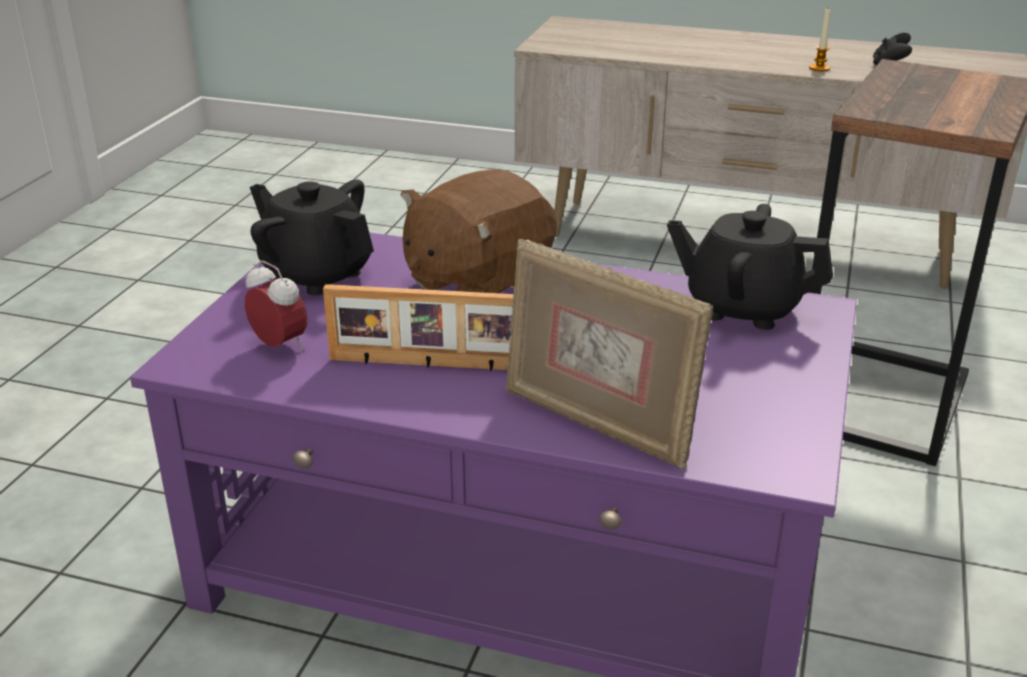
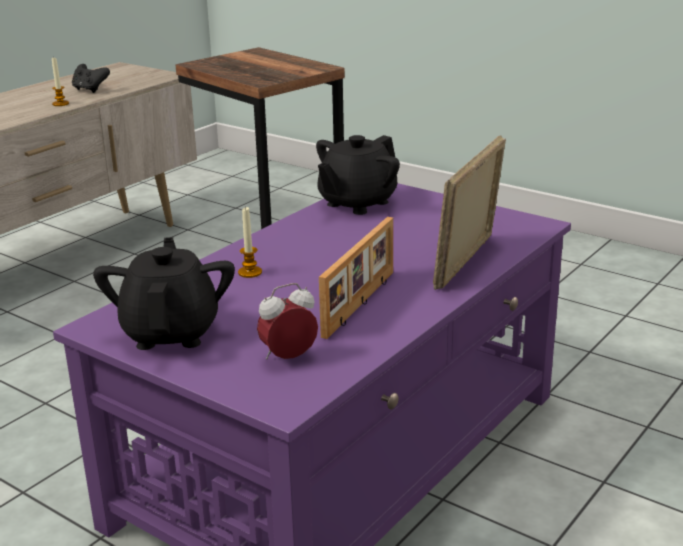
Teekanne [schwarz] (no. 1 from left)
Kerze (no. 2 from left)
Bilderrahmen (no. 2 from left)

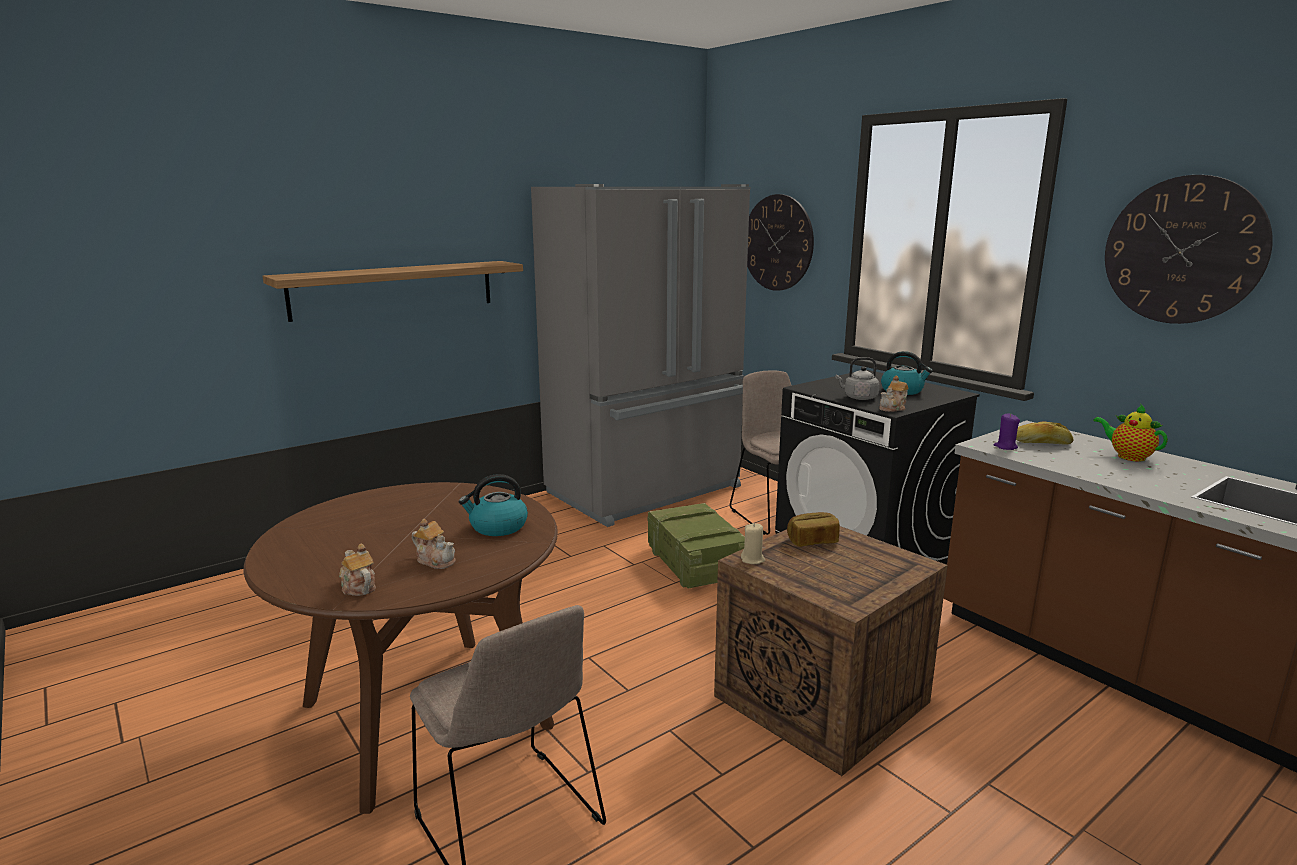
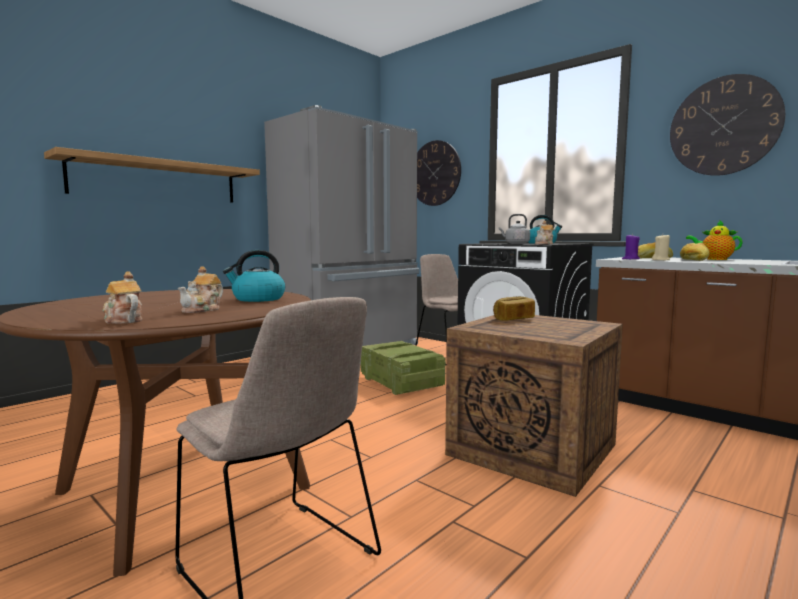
Teekanne (no. 2 from left)
Kerze [beige]
Brot (no. 3 from left)

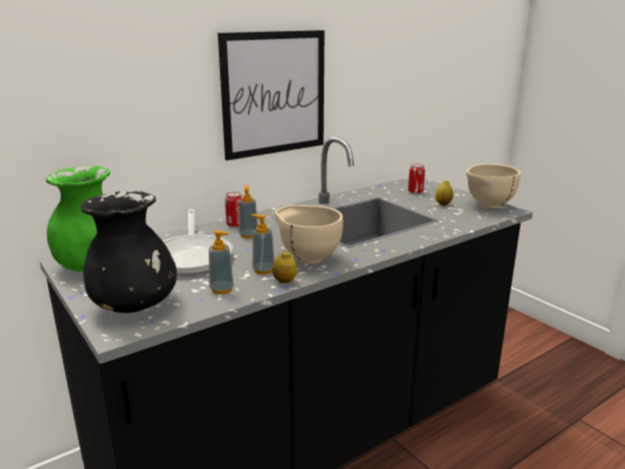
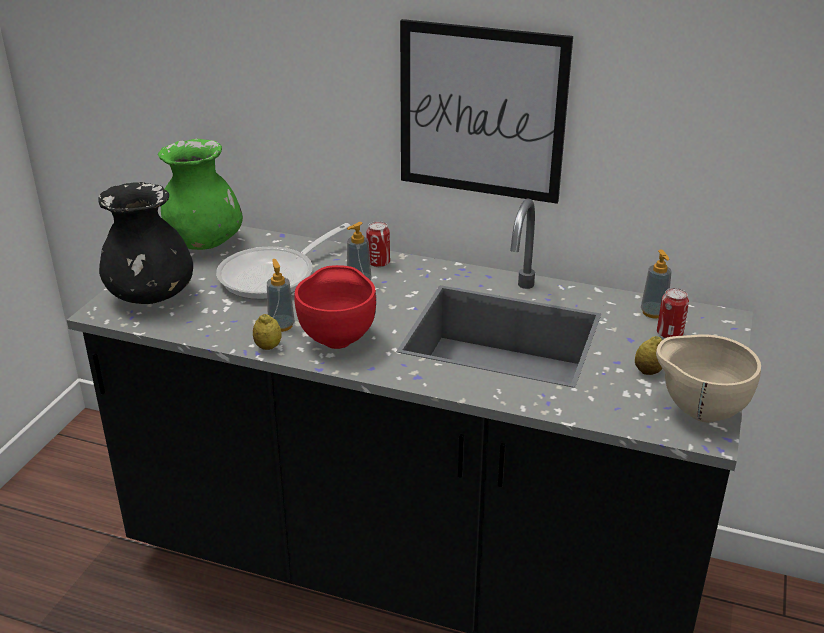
Seifenspender (no. 3 from left)
Schüssel [rot]

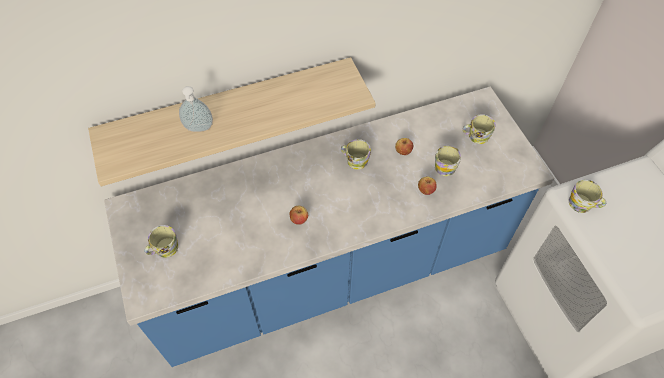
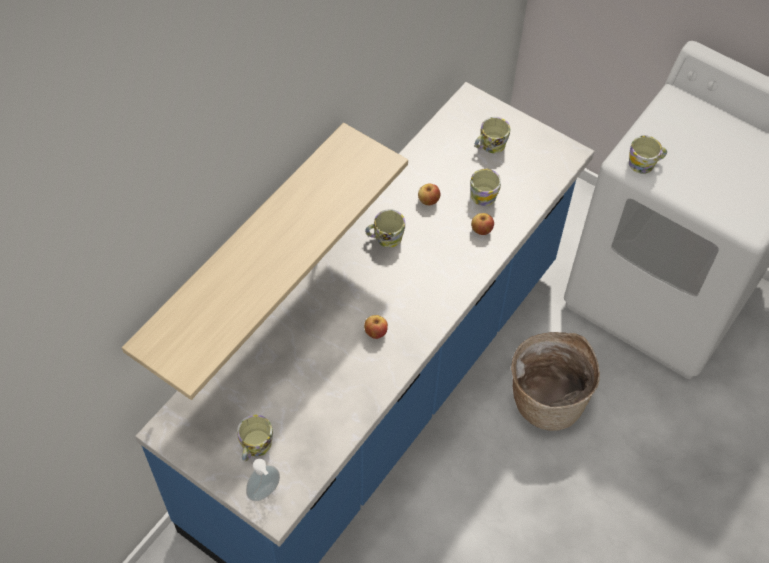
Seifenspender
Korb

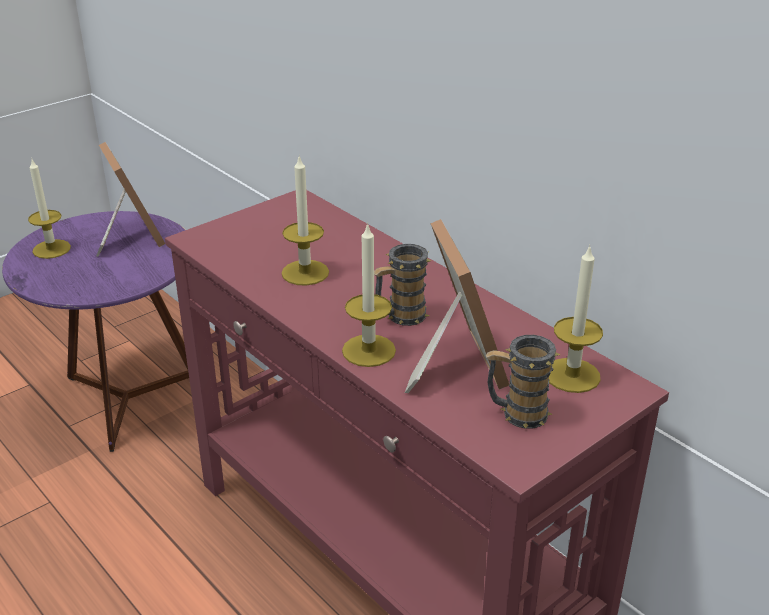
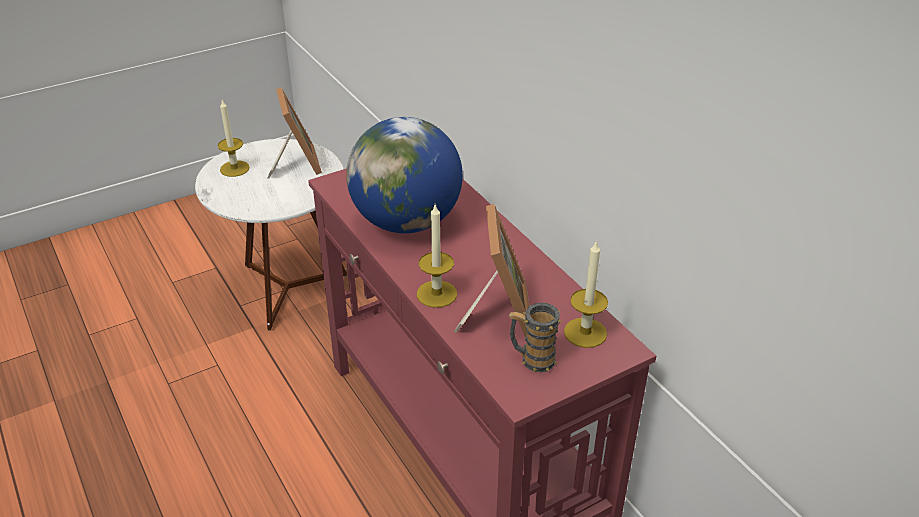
Beistelltisch [weiß]
Globus
Henkelbecher (no. 1 from left in the first image)

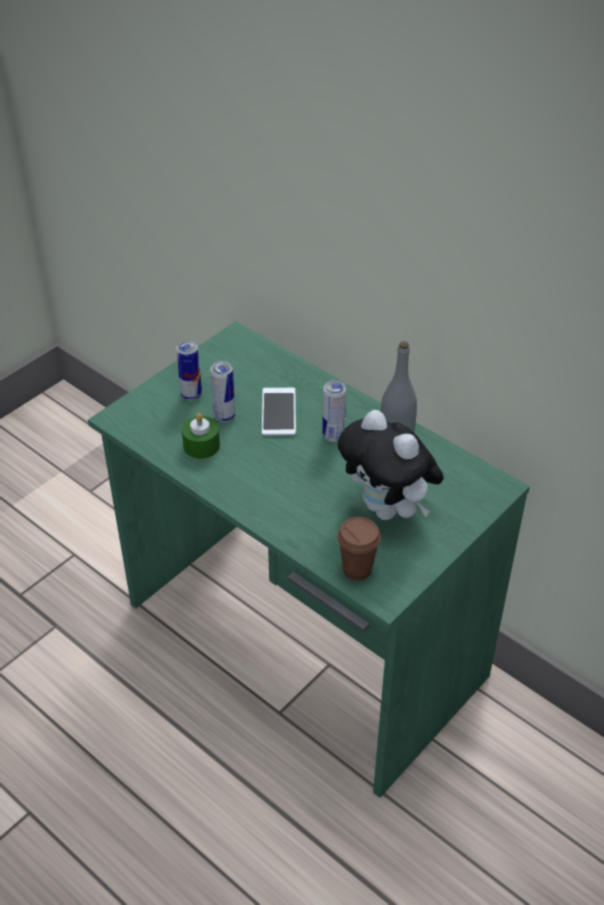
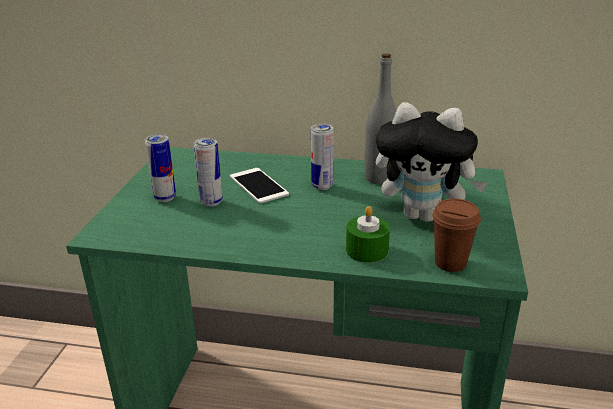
Kerze [grün]

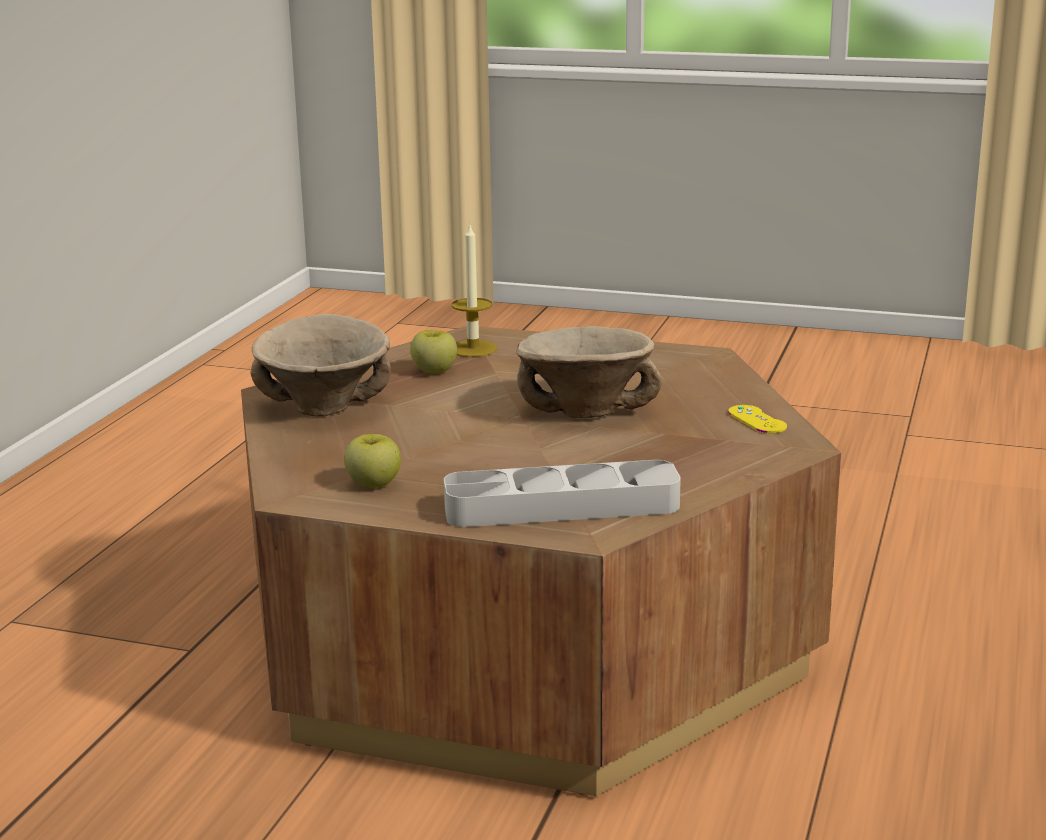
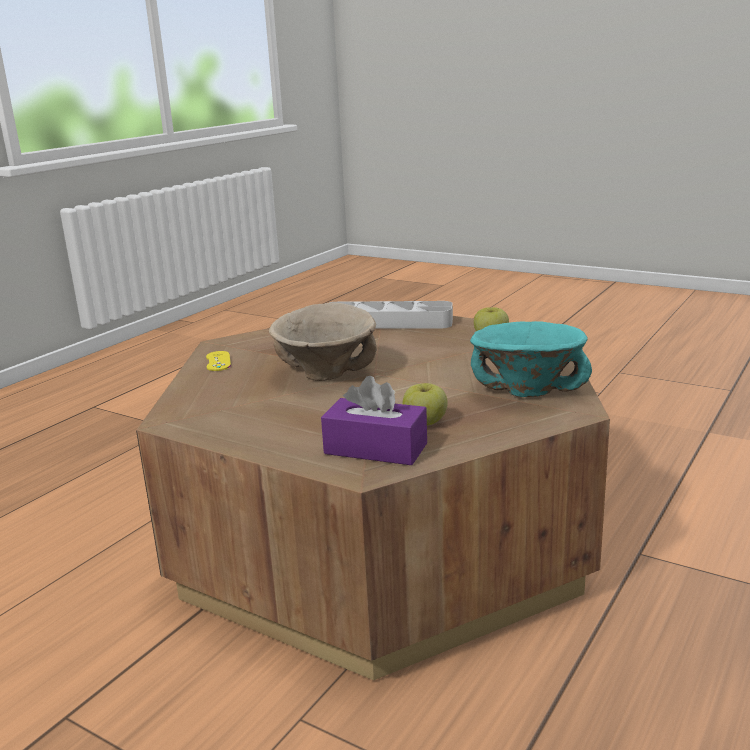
Schüssel [türkis]
Taschentuchbox [lila]

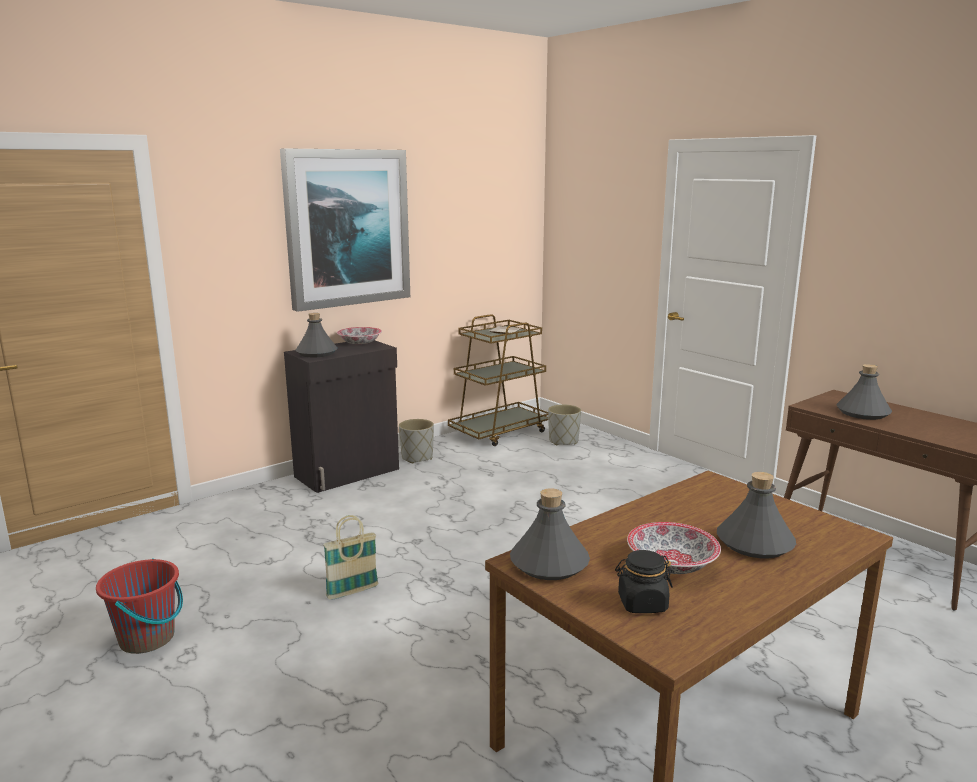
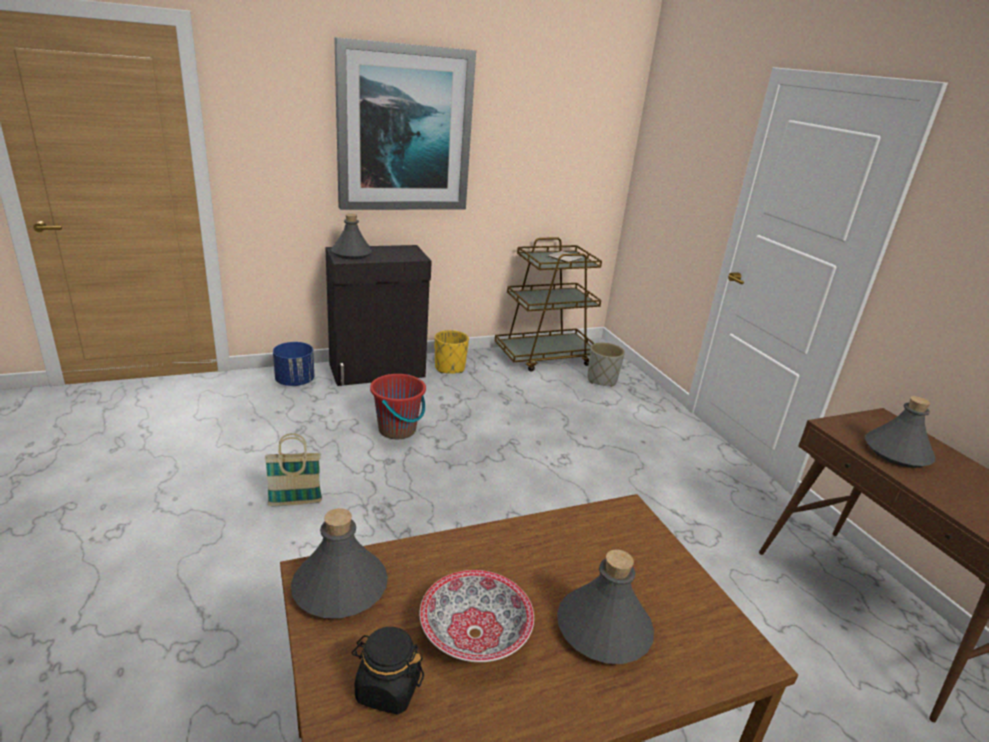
Eimer [rot]
Schüssel (no. 1 from left in the first image)
Pflanzkübel [gelb]
Pflanzkübel [blau]

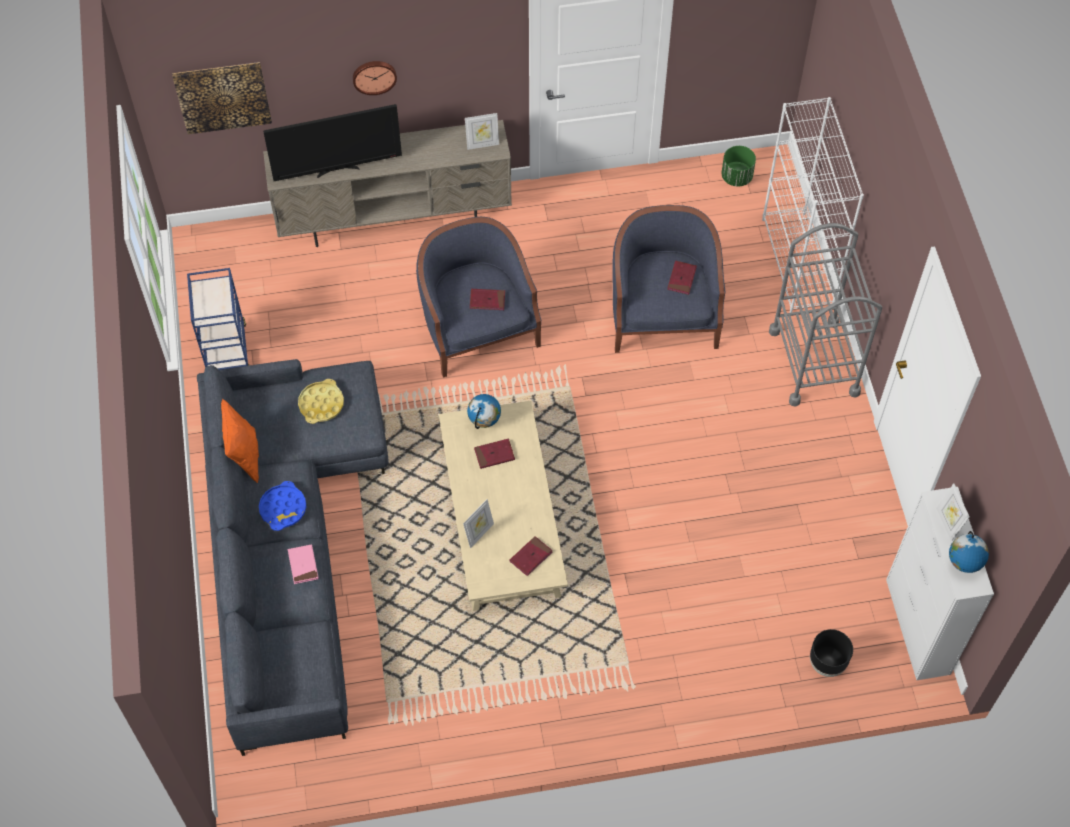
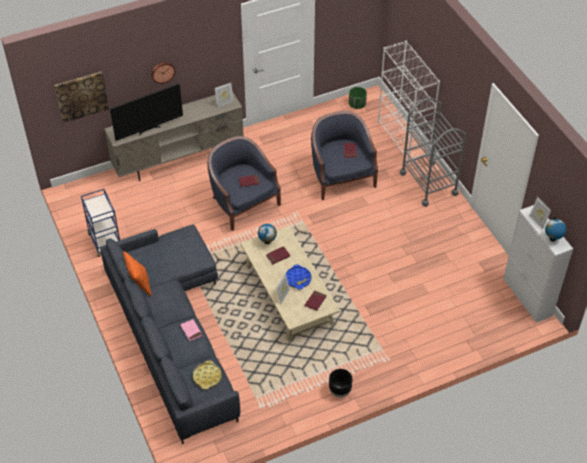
Tablett [blau]
Tablett [gelb]
Pflanzkübel [schwarz]

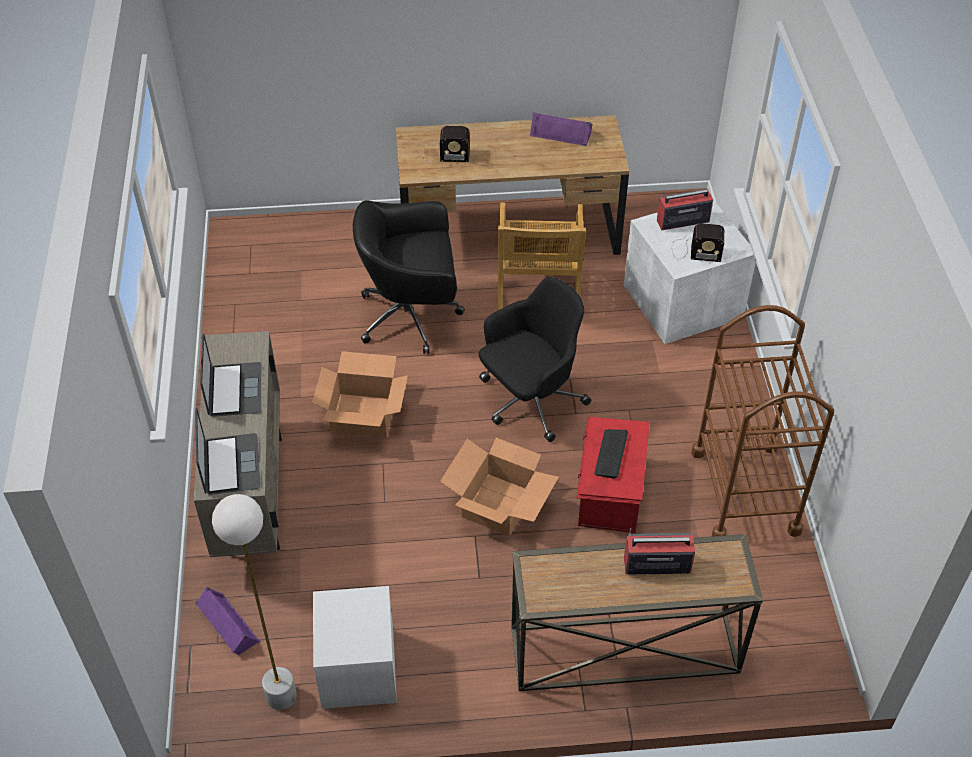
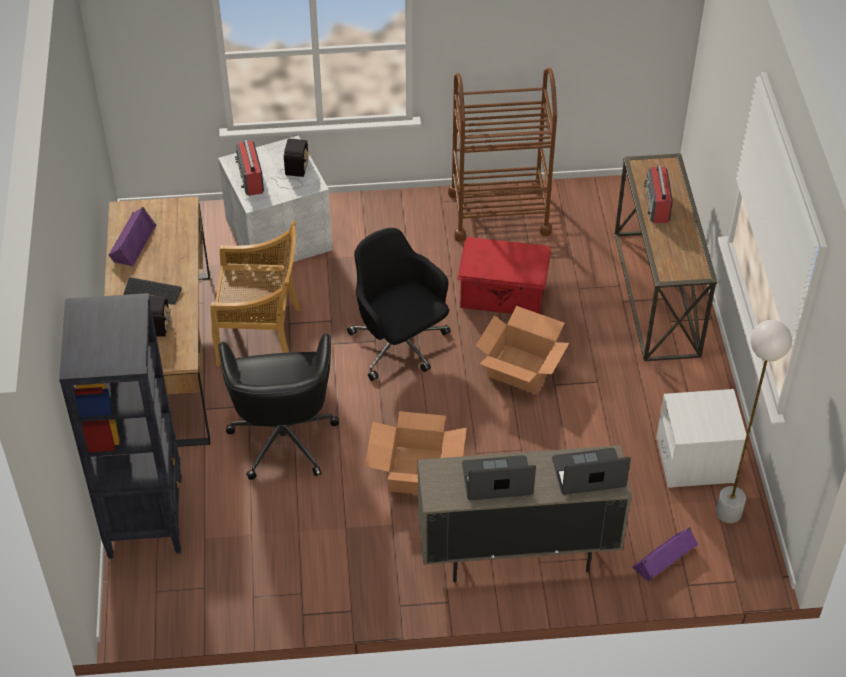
Tastatur
Bücherregal [schwarz]

